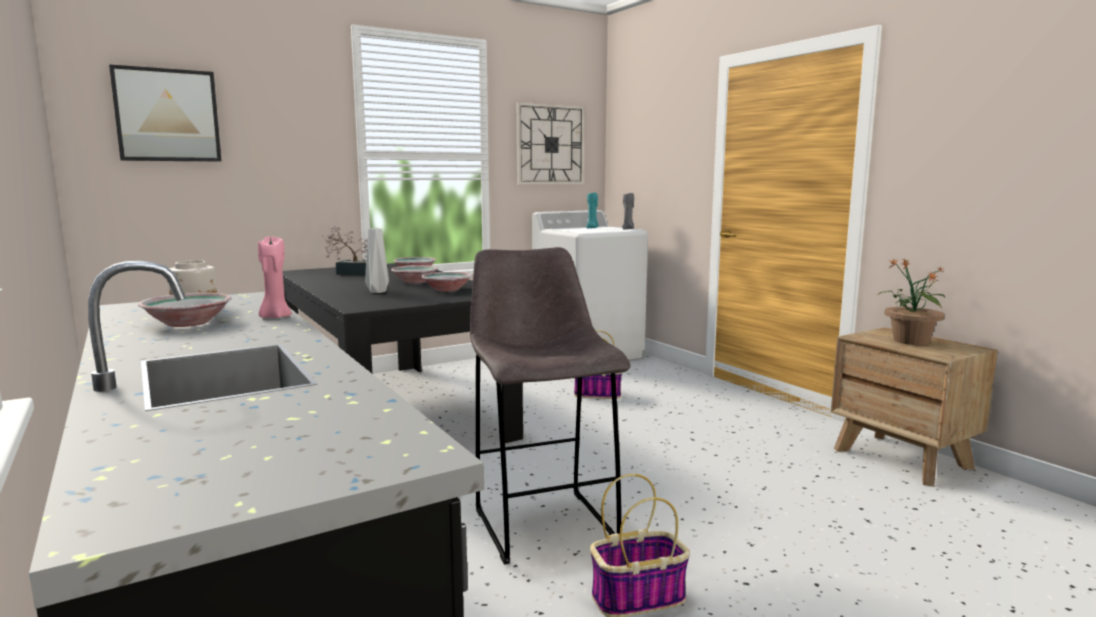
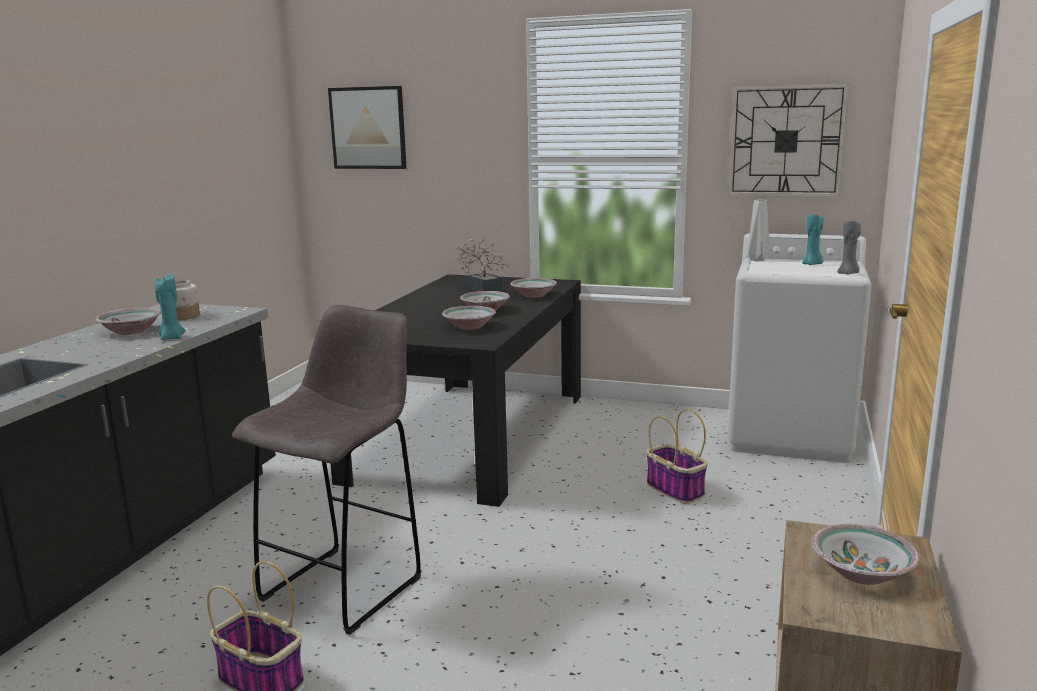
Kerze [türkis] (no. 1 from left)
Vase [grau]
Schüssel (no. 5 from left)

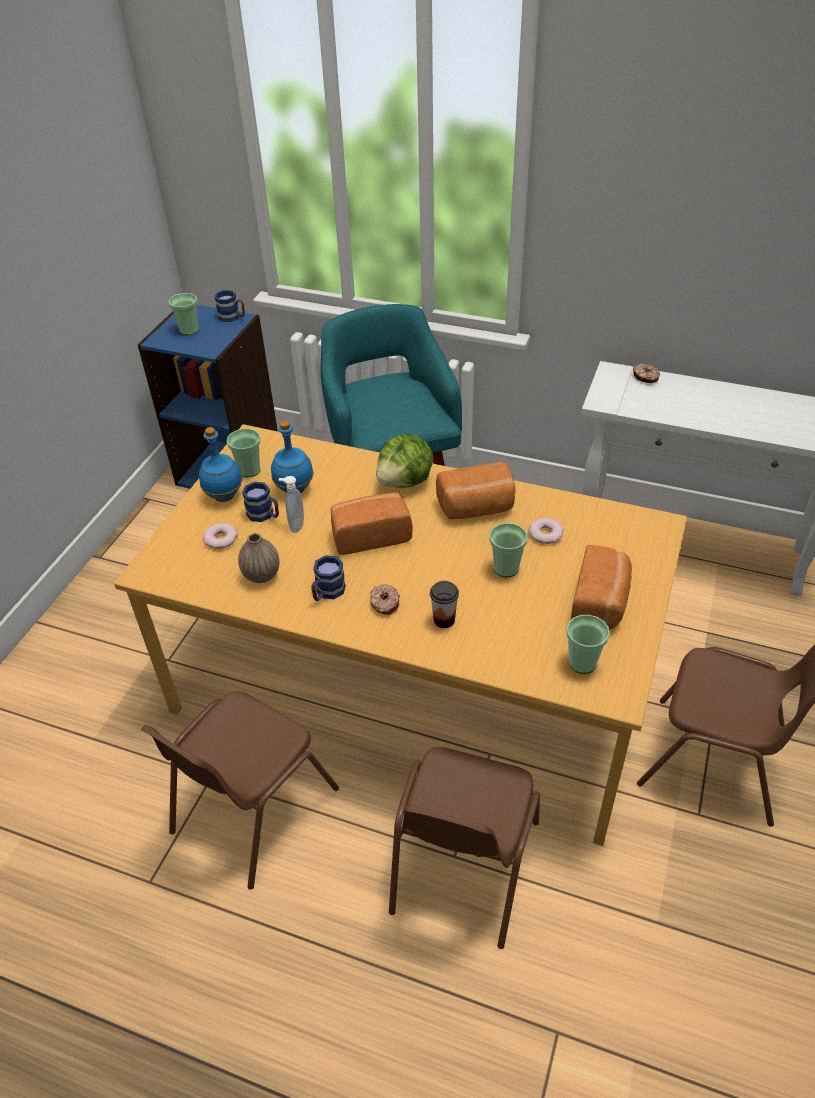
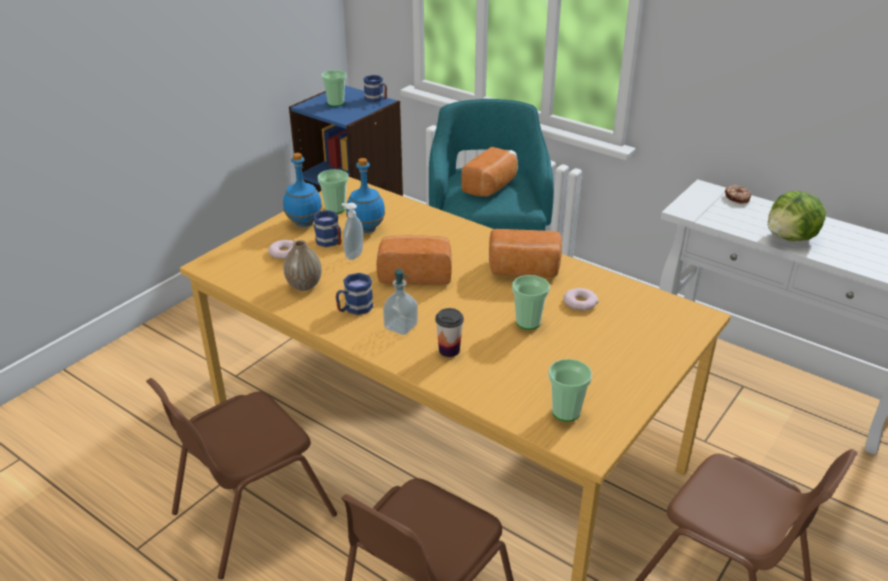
Seifenspender (no. 2 from left)
Salatkopf
Brot (no. 2 from left)

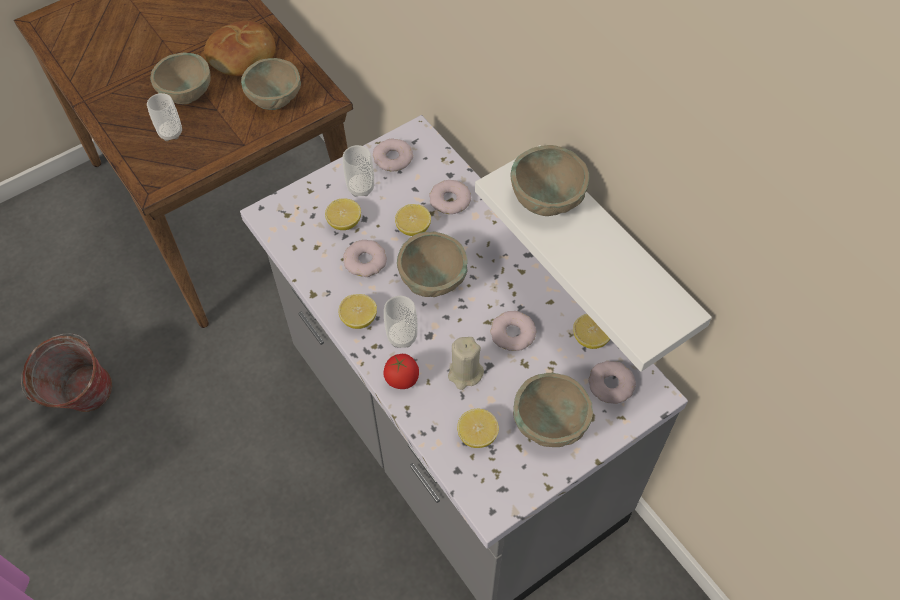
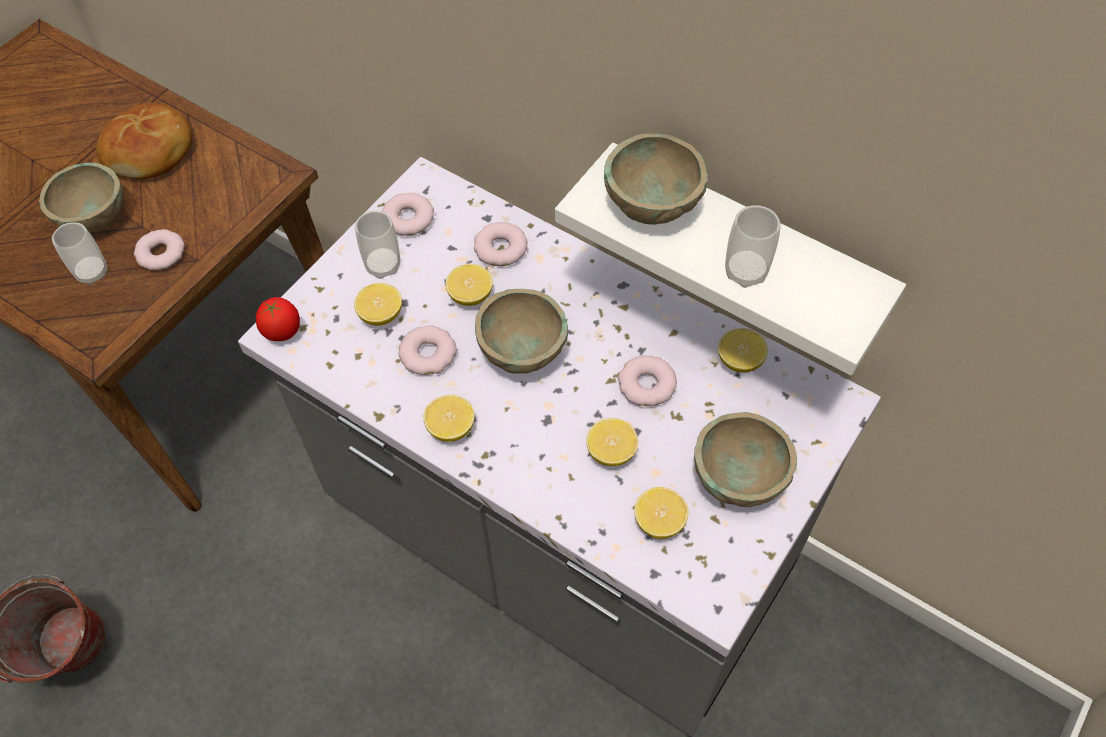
Schüssel [beige] (no. 2 from left in the first image)
Tomate
Tasse (no. 3 from left)
Zitrone (no. 4 from left)
Donut (no. 1 from left)

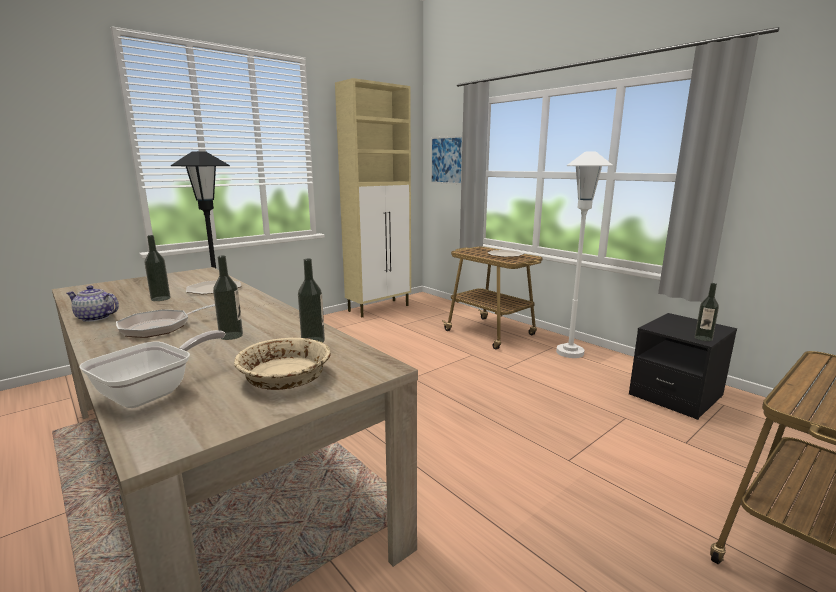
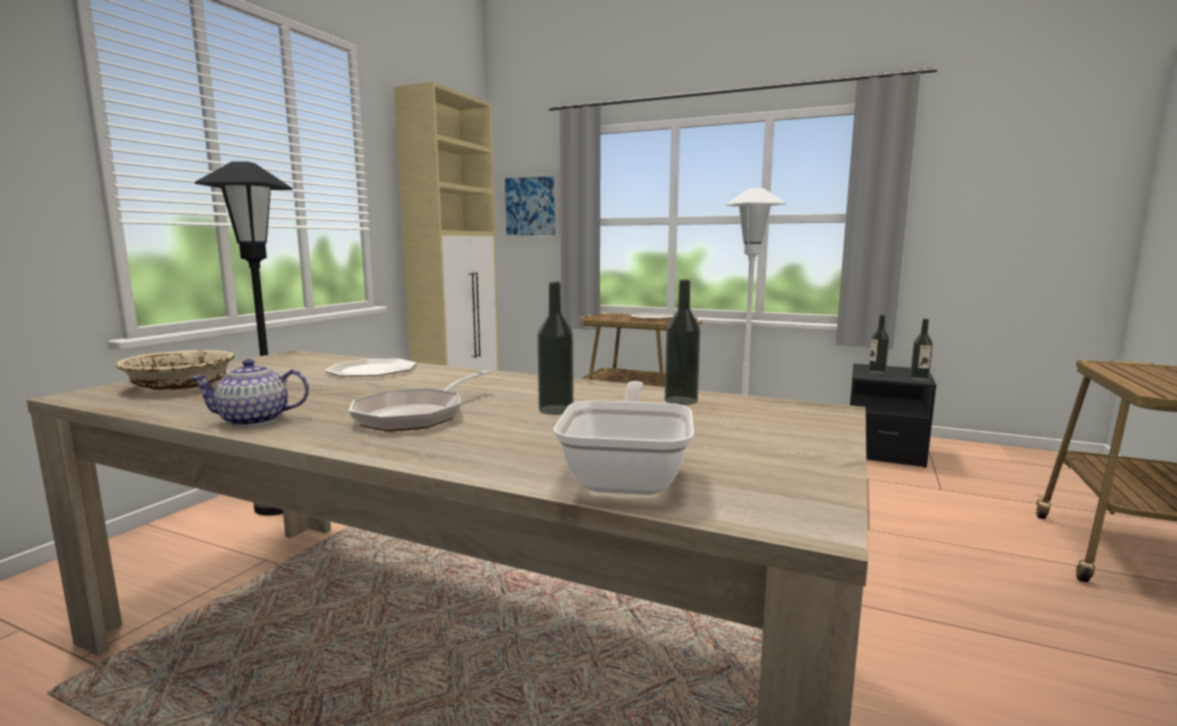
Flasche (no. 3 from left)
Schüssel [beige]

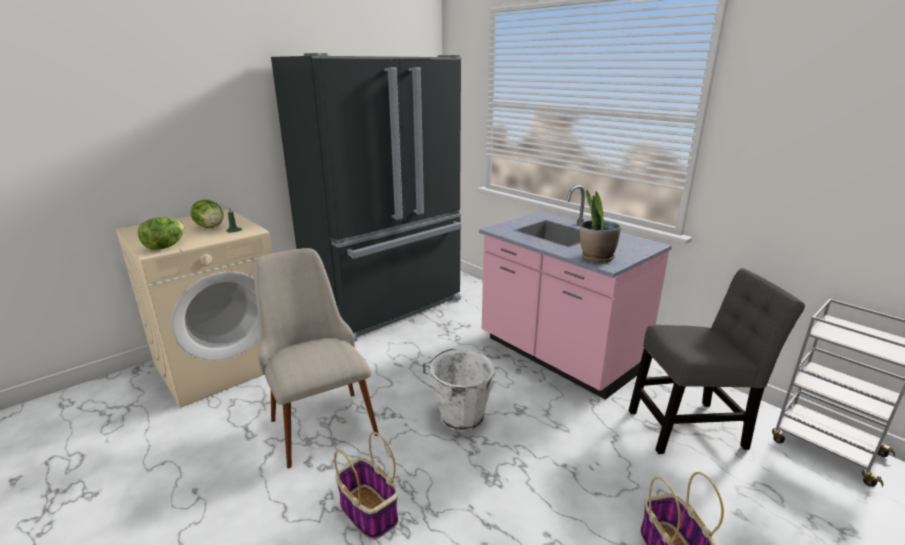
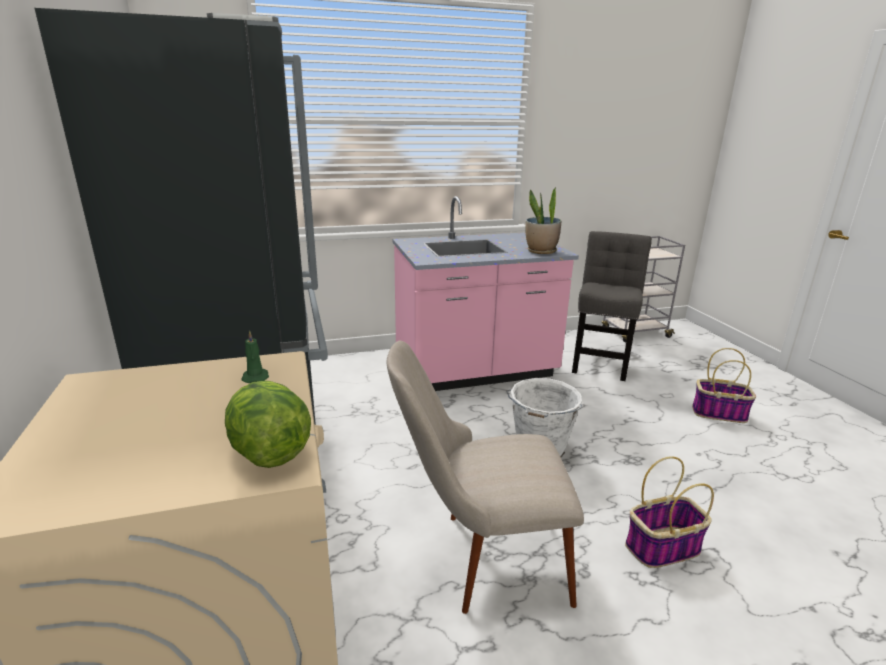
Salatkopf (no. 2 from left in the first image)

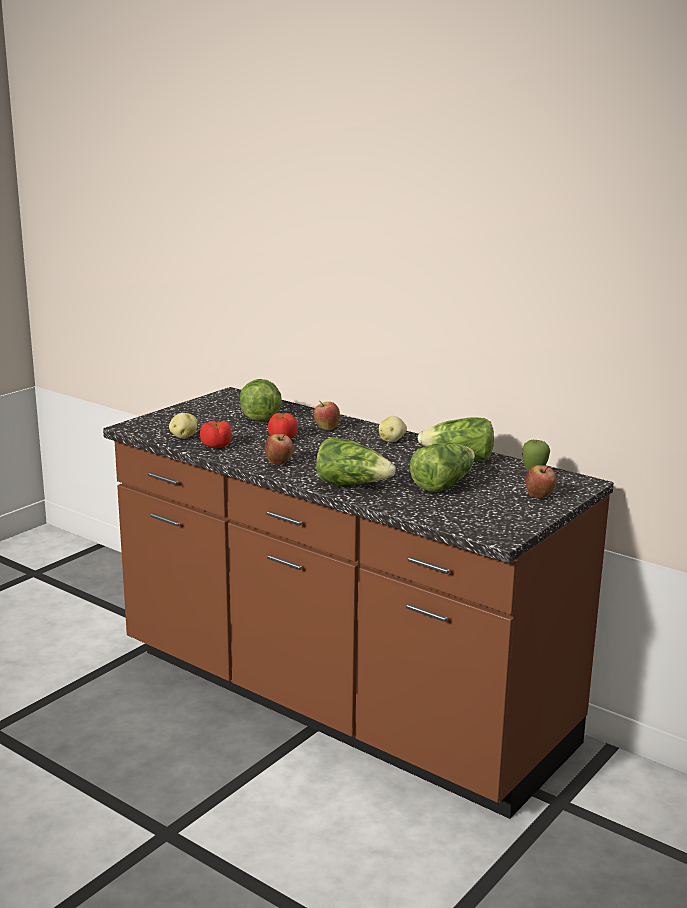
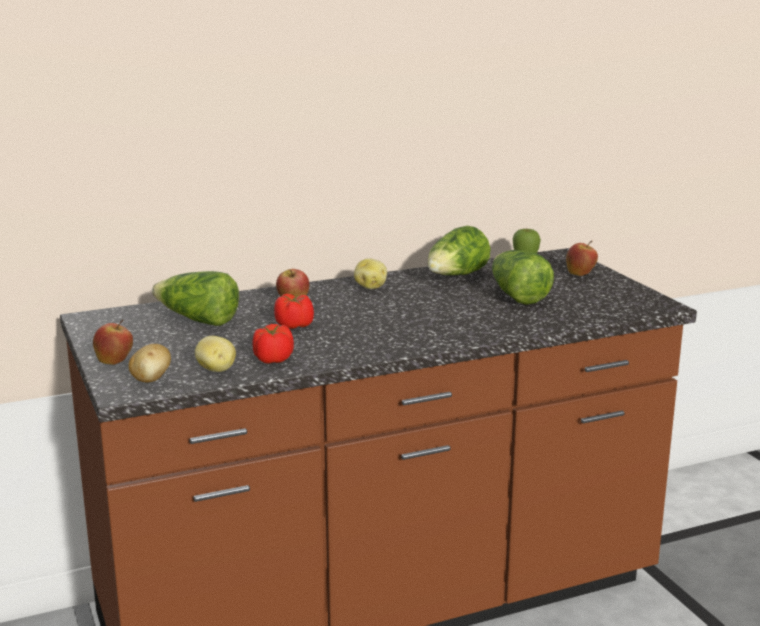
Apfel (no. 1 from left)
Salatkopf (no. 2 from left in the first image)
Kartoffel (no. 1 from left)

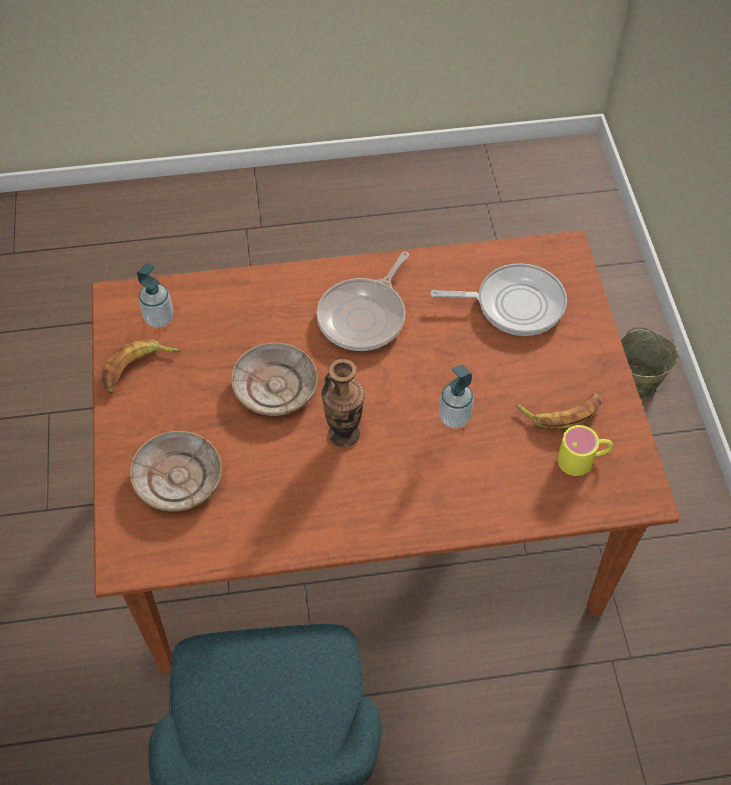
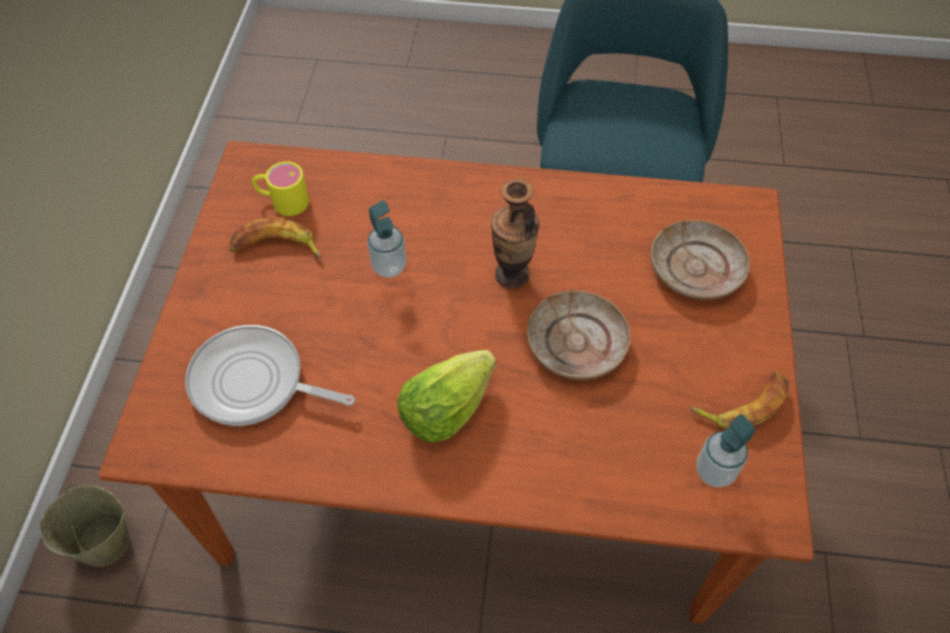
Salatkopf

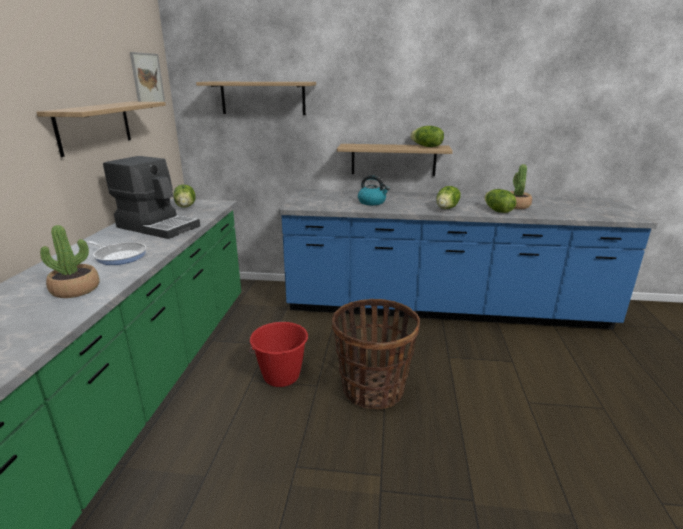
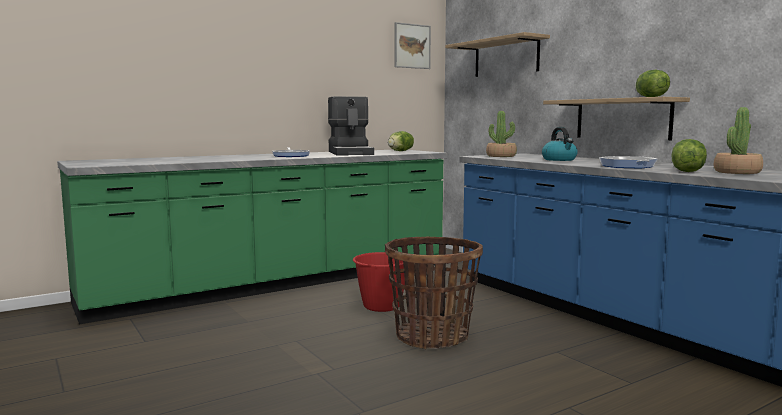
Wandregal (no. 1 from left in the first image)
Topfpflanze (no. 1 from left)
Pfanne (no. 2 from left)

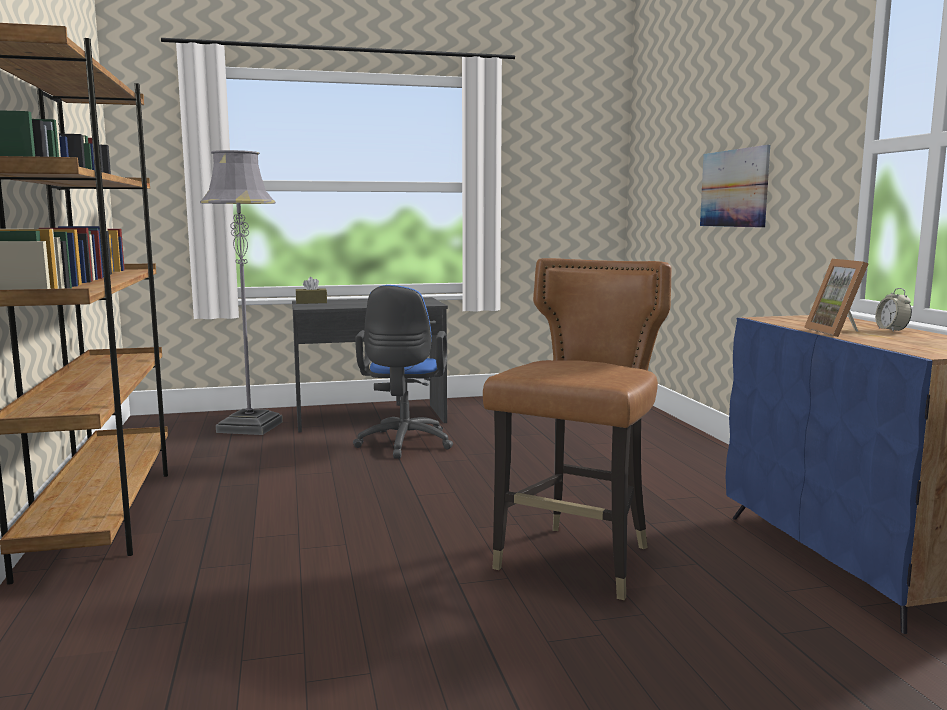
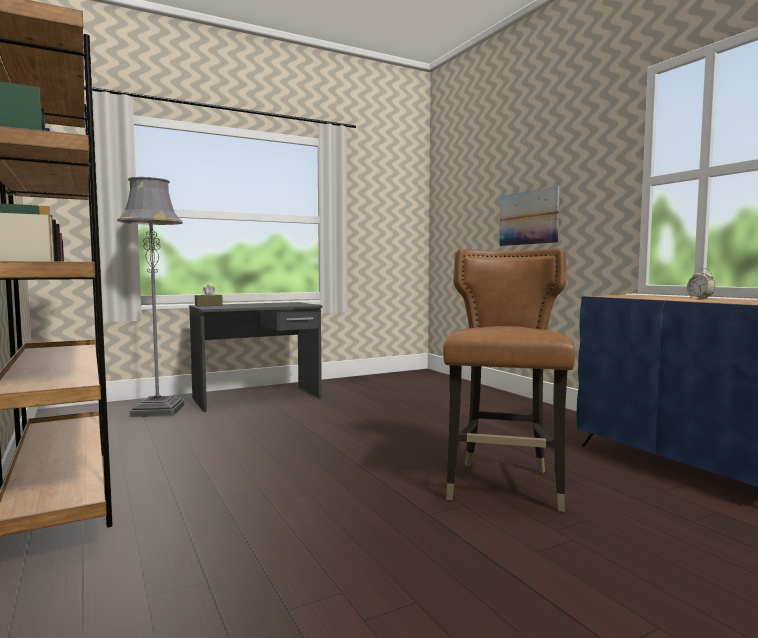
Bürostuhl [blau]
Bilderrahmen

